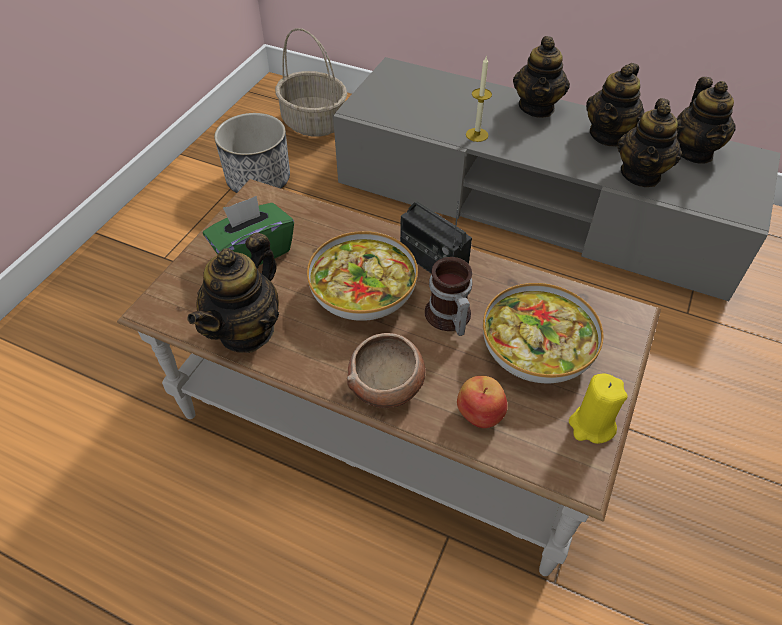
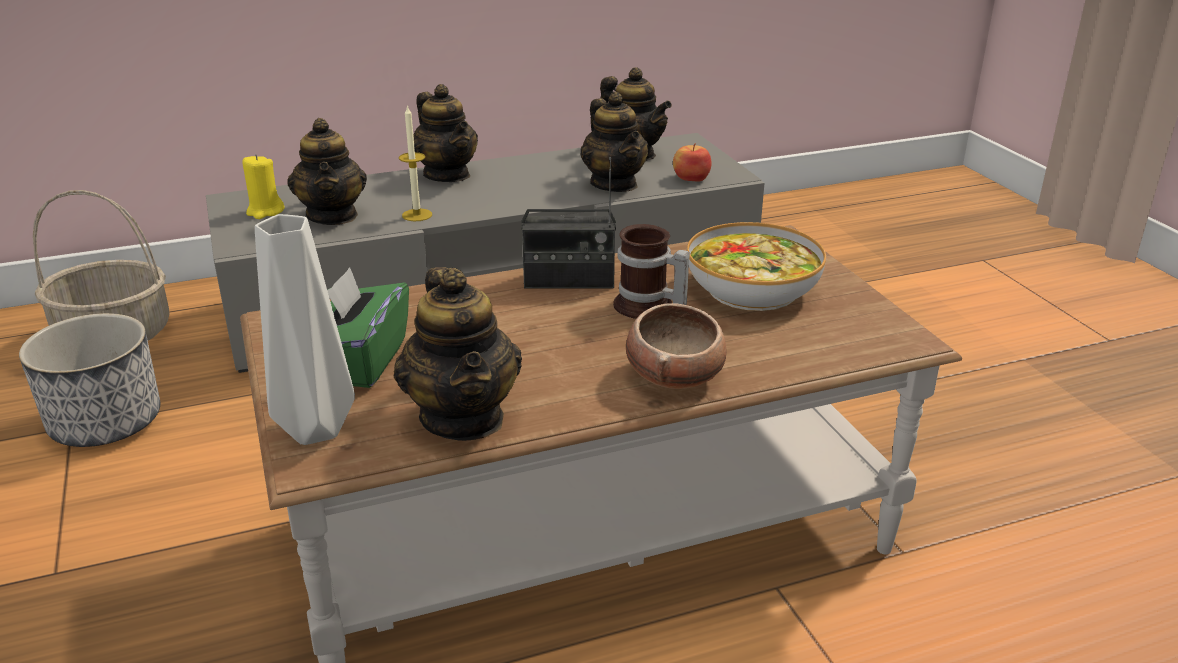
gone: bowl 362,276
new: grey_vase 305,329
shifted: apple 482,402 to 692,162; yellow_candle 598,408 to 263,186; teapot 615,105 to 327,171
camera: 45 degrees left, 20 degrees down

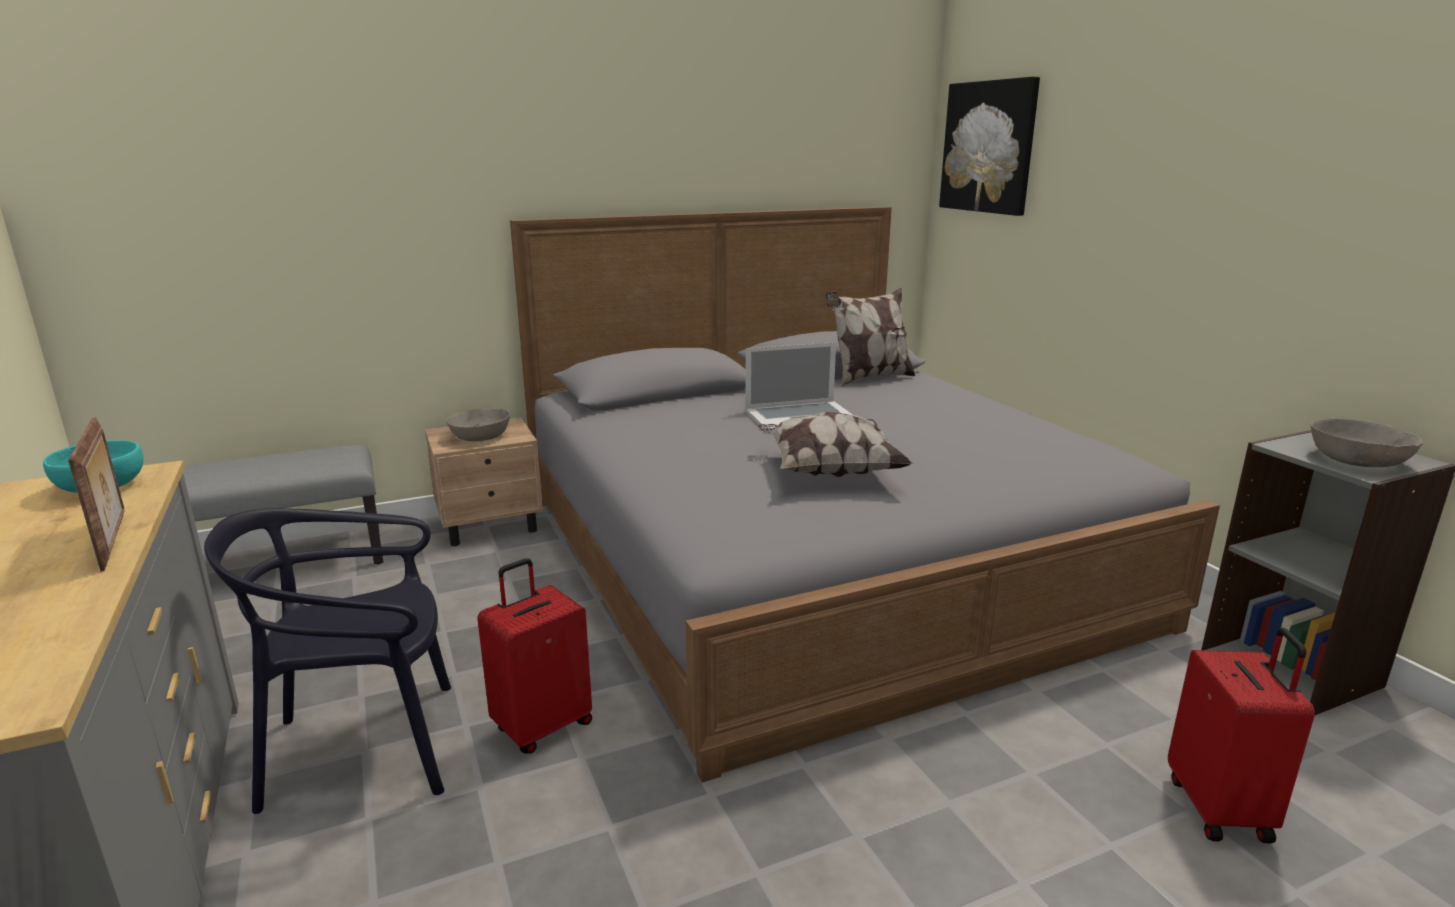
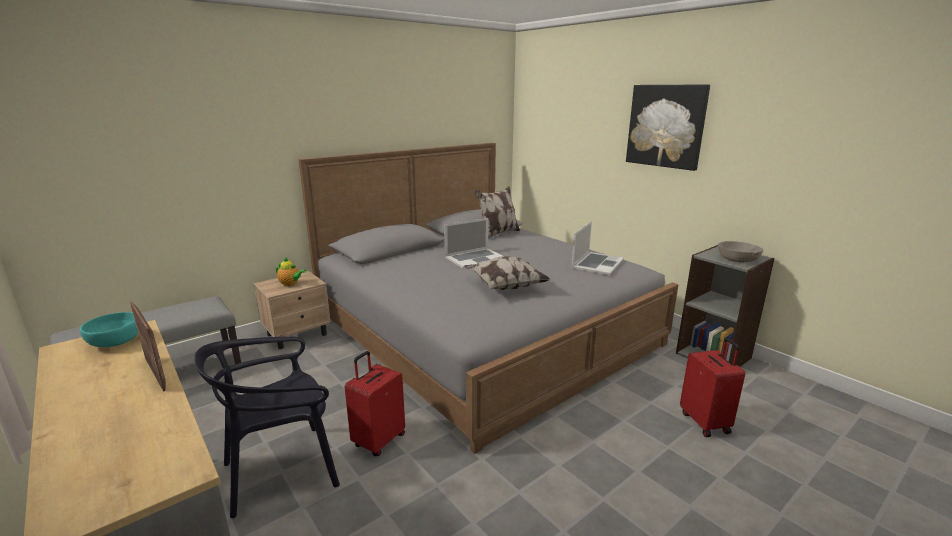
new: laptop 597,248
shifted: picture 989,146 to 668,127
swapped: grey_bowl 478,424 to teapot 291,271
camera: 15 degrees left, 0 degrees up

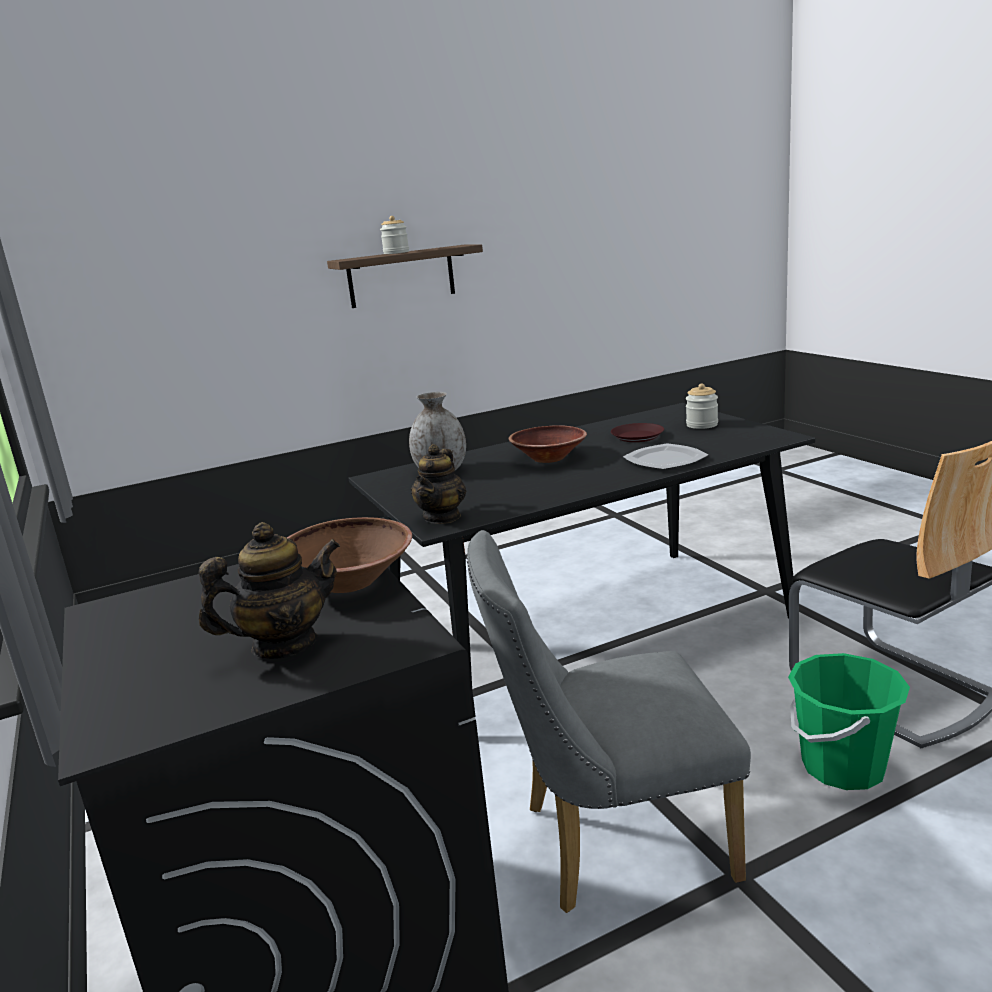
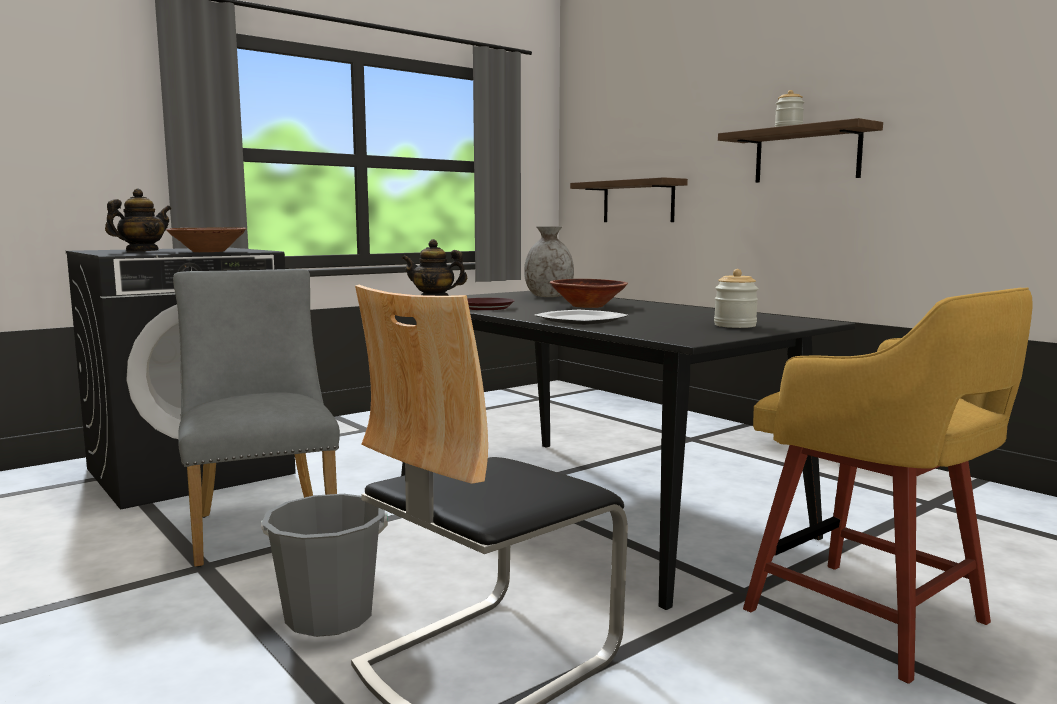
new: shelf 629,199; yellow_stool 888,485
shifted: brown_plate 637,432 to 491,304
repainted: green_bucket 849,721 to grey_bucket 324,565
rotated: teapot 269,590 = 138,220 105 degrees counterclockwise
camera: 75 degrees right, 10 degrees down

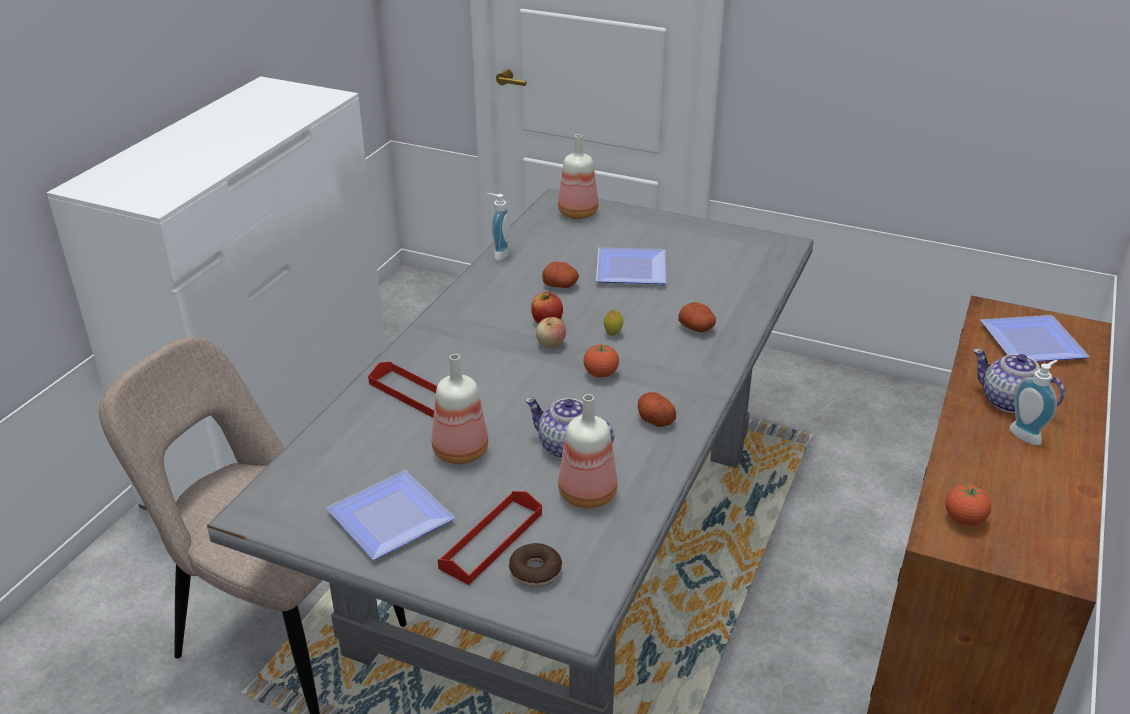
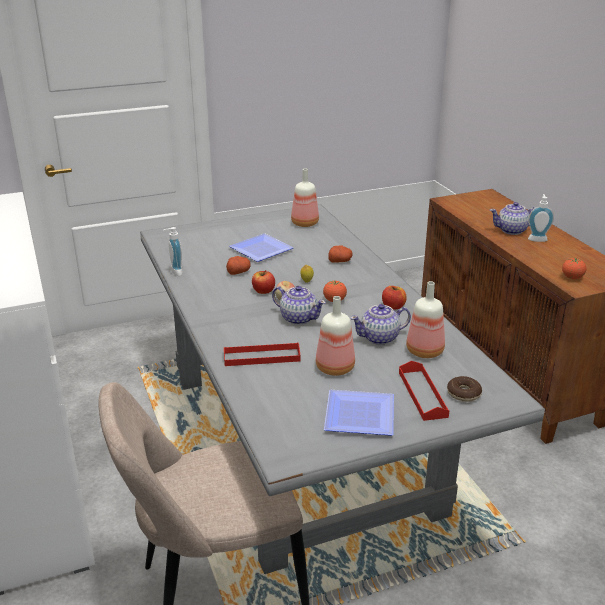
gone: plate 1035,338
new: teapot 299,305
shifted: bottle 578,176 to 305,197
swapped: potato 657,409 to apple 394,297
camera: 45 degrees left, 5 degrees down

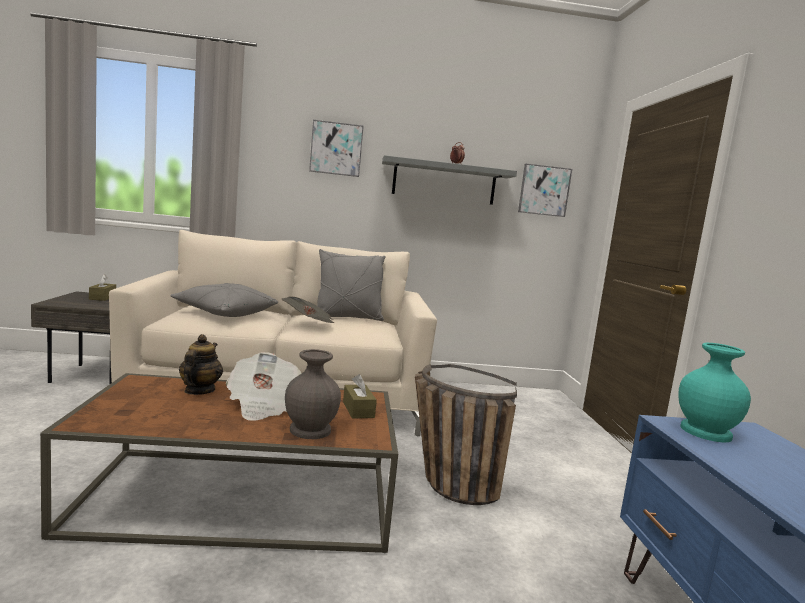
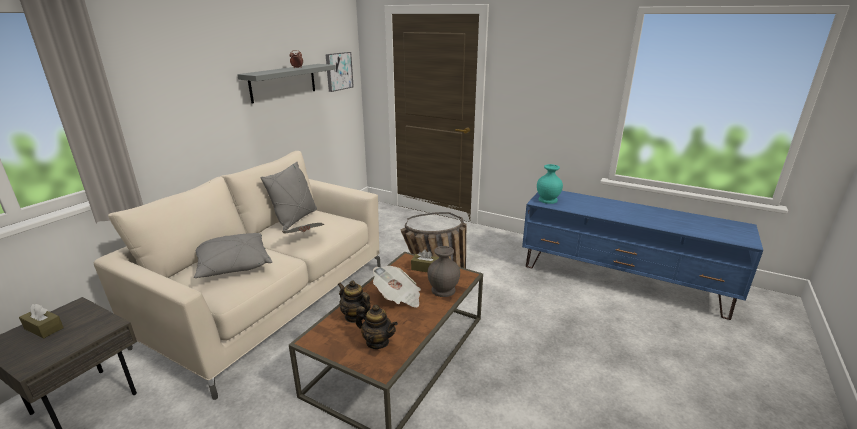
gone: picture 336,148
new: teapot 377,327
camera: 55 degrees left, 15 degrees up

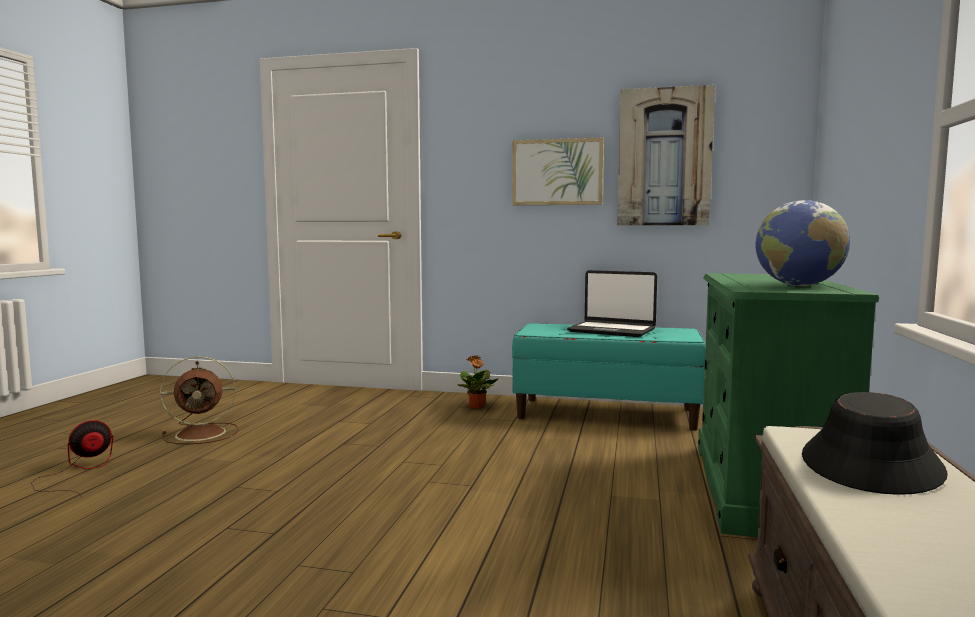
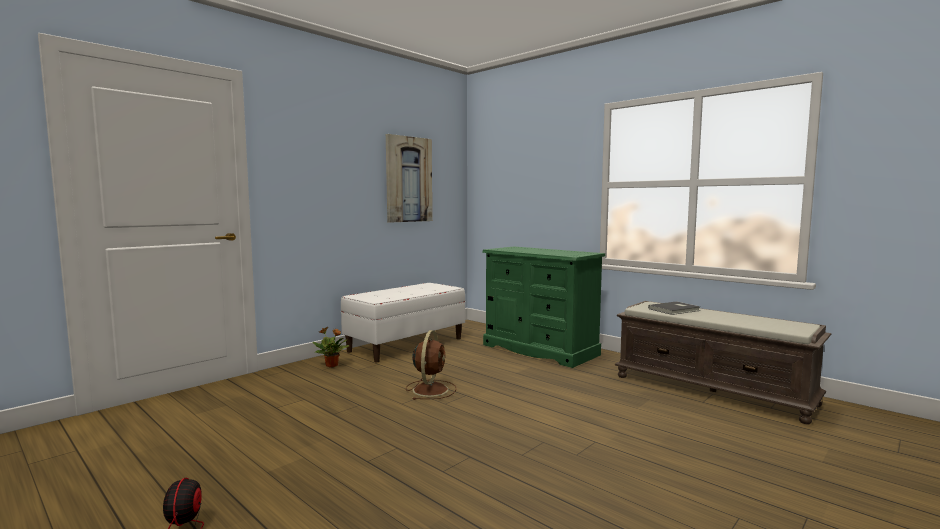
gone: picture 558,171; laptop 612,303; globe 803,243
shifted: brown_fan 199,400 to 431,365
swapped: black_hat 875,443 to grey_book 674,308
repainted: turquoise_bench 609,377 to white_bench 403,322
camera: 60 degrees left, 0 degrees up

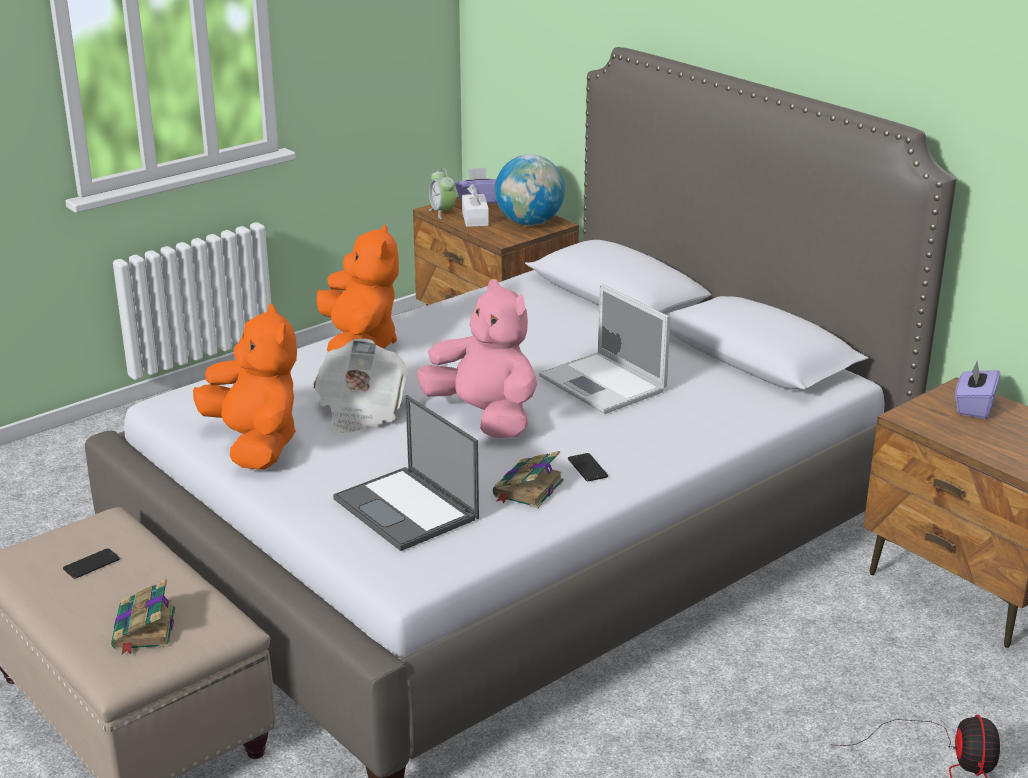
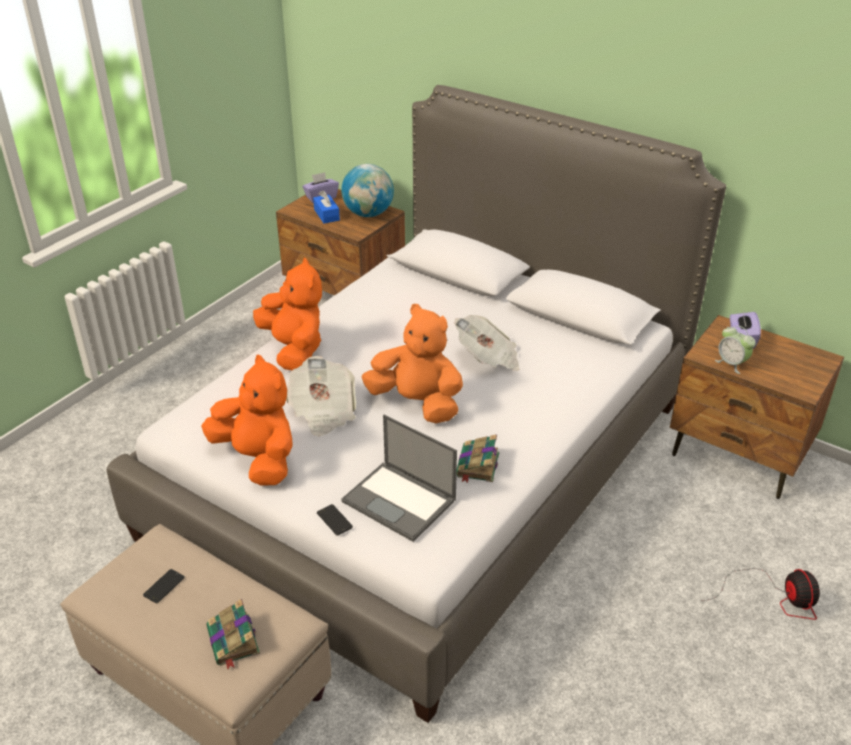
shifted: alarm_clock 442,193 to 735,350; phone 588,467 to 335,519
swapped: laptop 605,349 to newspaper 487,343
repainted: pink_plush_toy 477,358 to orange_plush_toy 412,363; white_tissue_box 475,205 to blue_tissue_box 326,207
camera: 15 degrees left, 10 degrees up

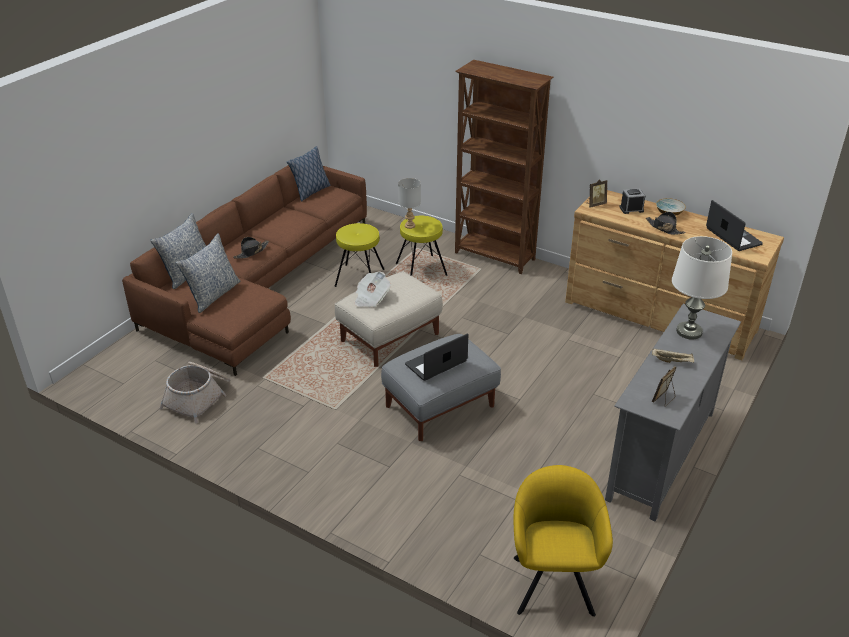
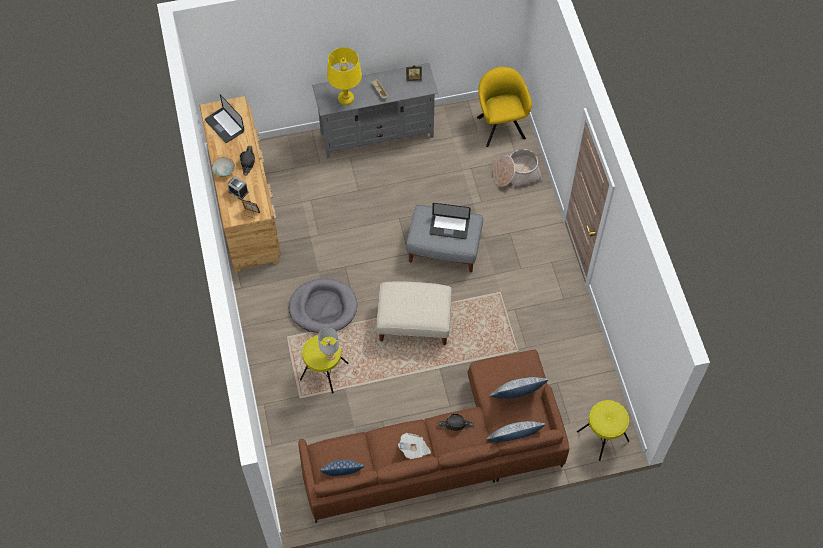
gone: brown_bookcase 504,167
new: grey_dog_bed 323,306
shifted: basket 194,392 to 518,169; yellow_stool 359,255 to 603,430; newspaper 372,289 to 414,446
repainted: white_table_lamp 702,288 to yellow_table_lamp 344,76
rotated: yellow_armchair 563,541 = 504,107 120 degrees clockwise; laptop 734,225 = 224,118 60 degrees counterclockwise
camera: 135 degrees left, 25 degrees up

